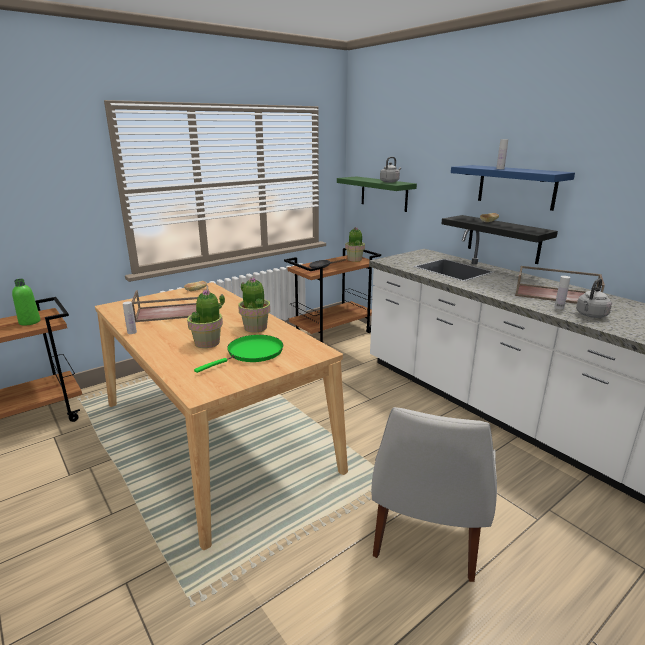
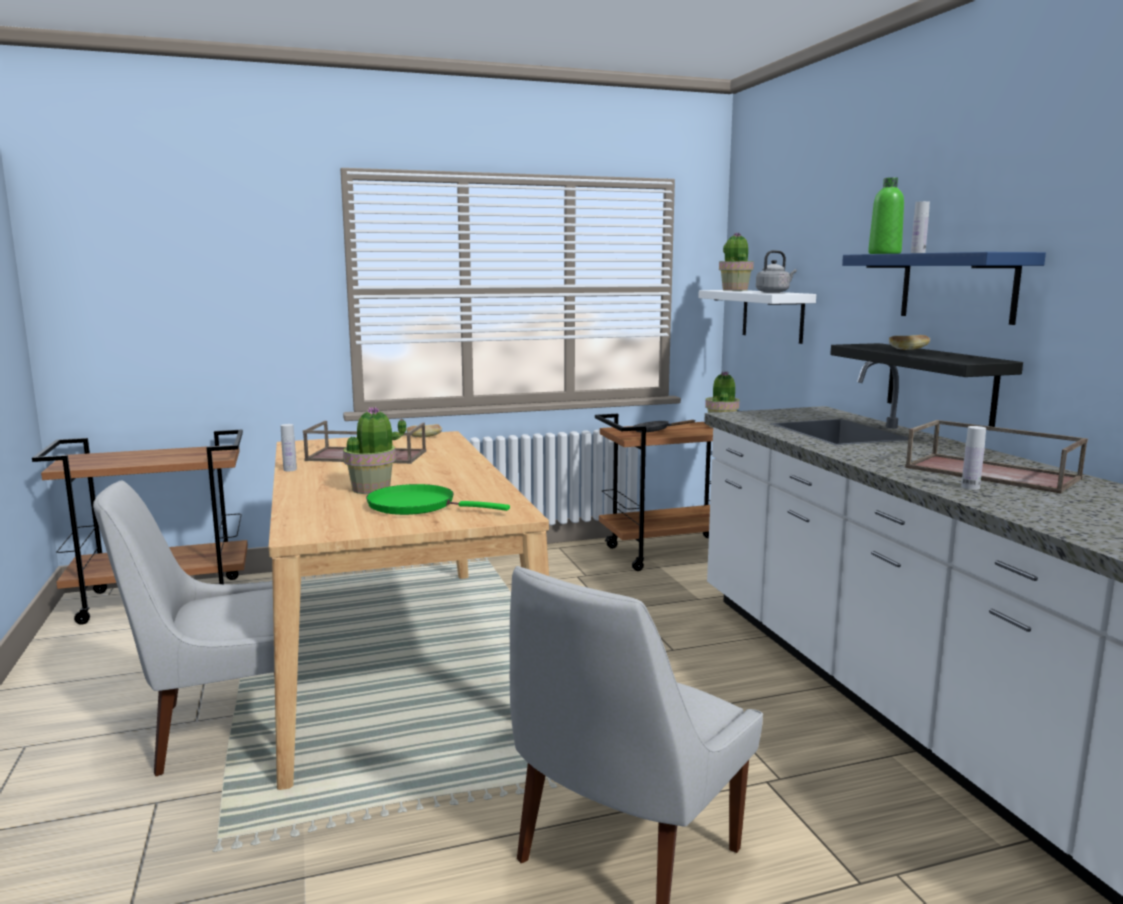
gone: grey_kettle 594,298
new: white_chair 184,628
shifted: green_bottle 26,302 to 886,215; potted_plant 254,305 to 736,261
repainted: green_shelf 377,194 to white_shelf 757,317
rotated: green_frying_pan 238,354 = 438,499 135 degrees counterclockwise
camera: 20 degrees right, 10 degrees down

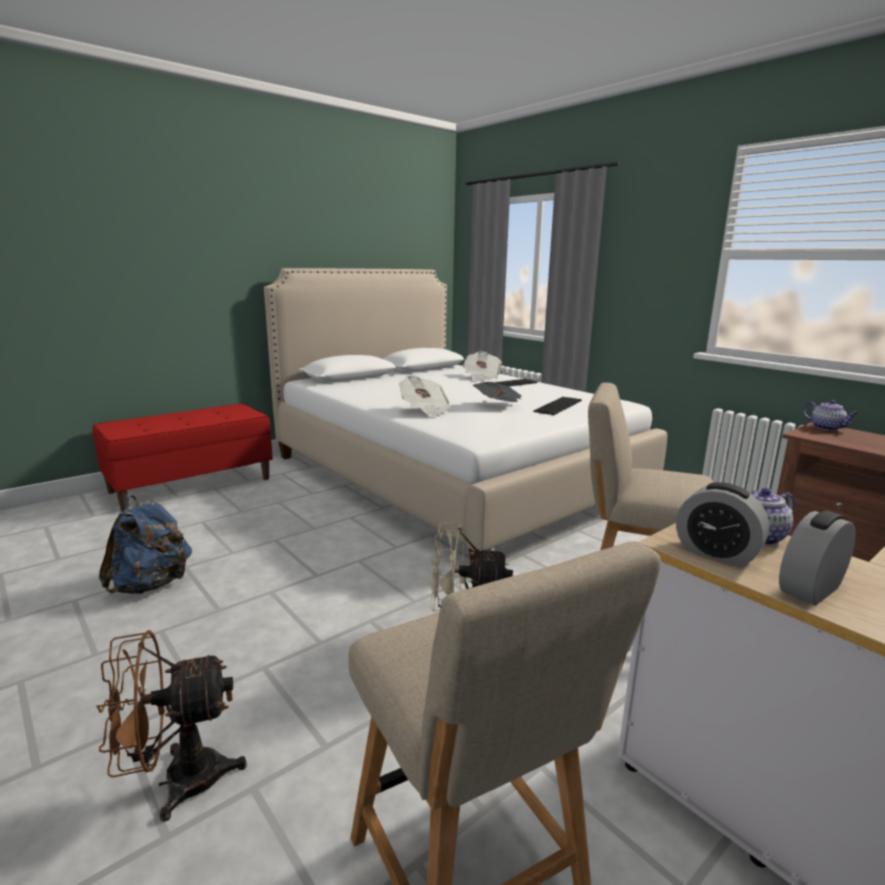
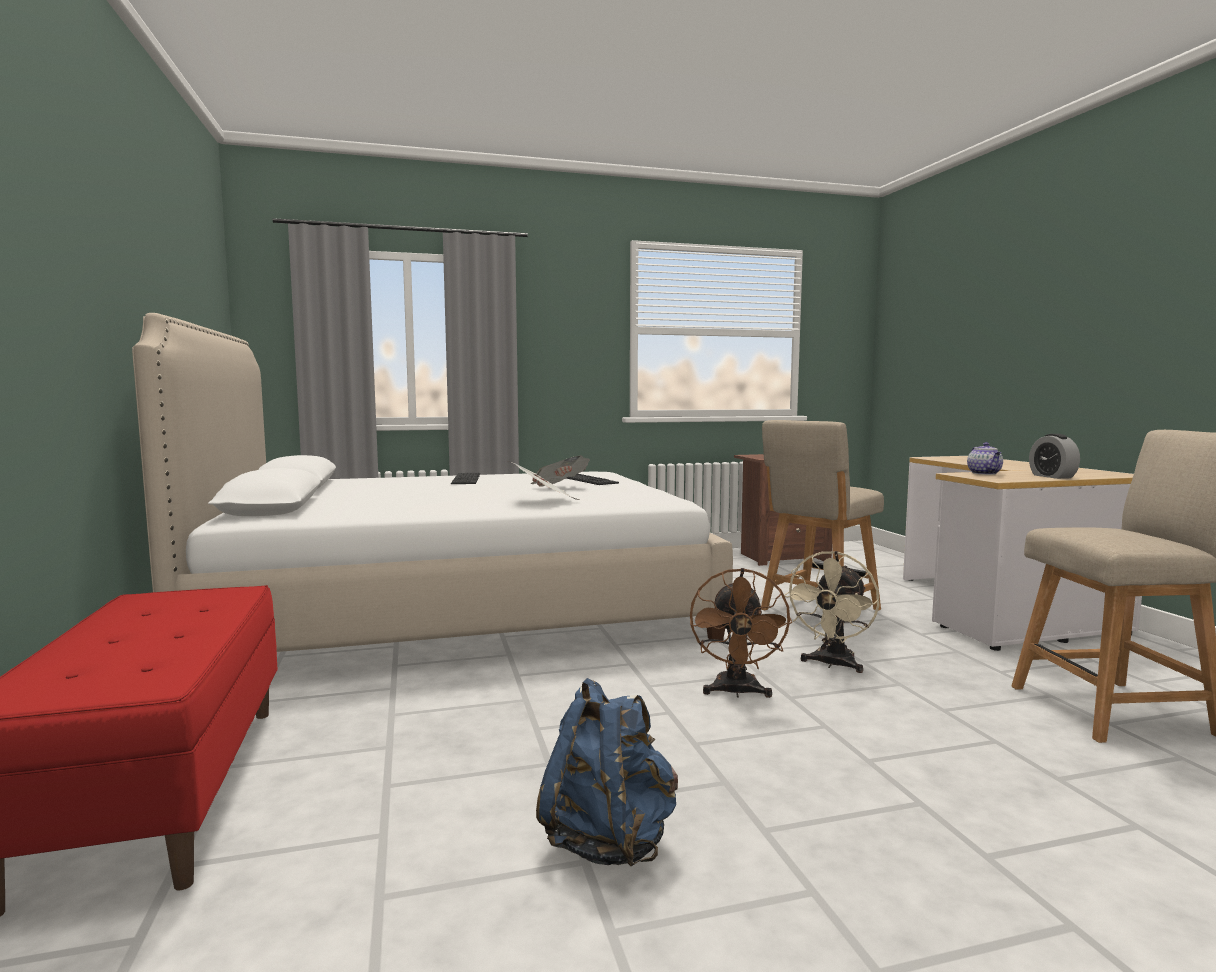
gone: newspaper 482,366; alarm_clock 723,524; teapot 831,415
shifted: brown_fan 171,726 to 741,633
camera: 65 degrees left, 10 degrees down

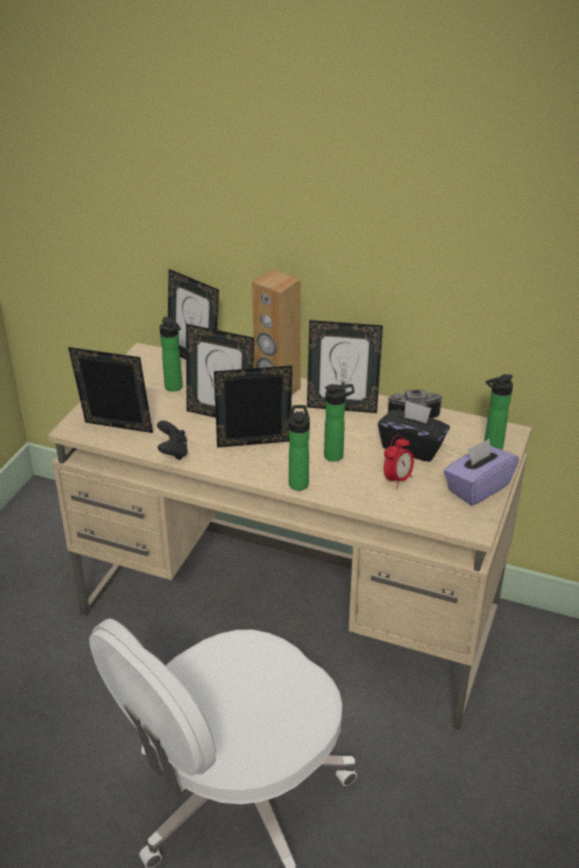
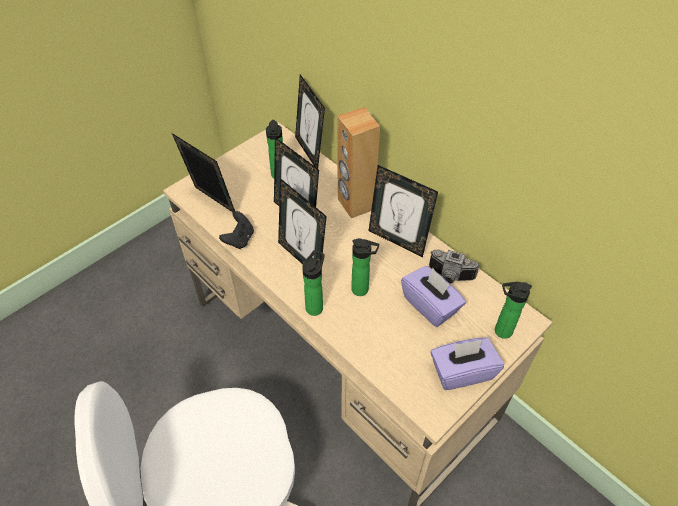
gone: alarm_clock 399,461
repainted: black_tissue_box 414,431 to purple_tissue_box 433,296
rotated: picture_frame 253,406 = 302,221 150 degrees counterclockwise
camera: 25 degrees right, 15 degrees up

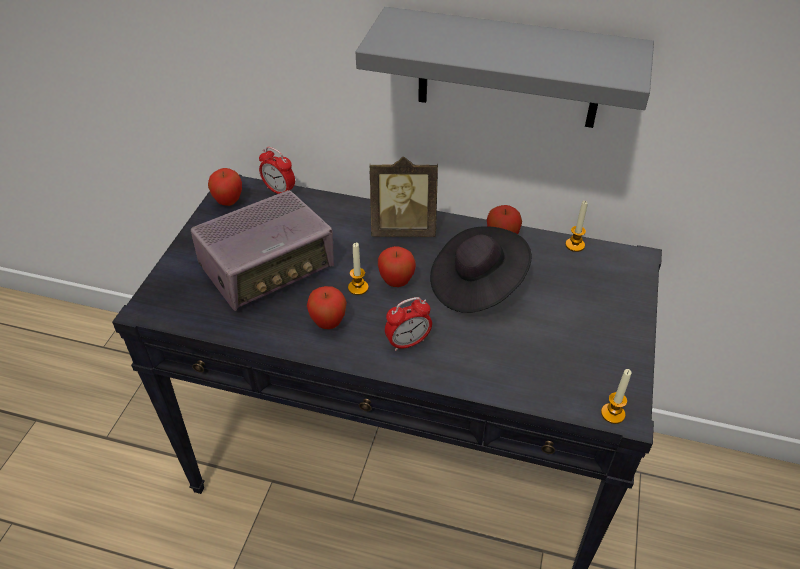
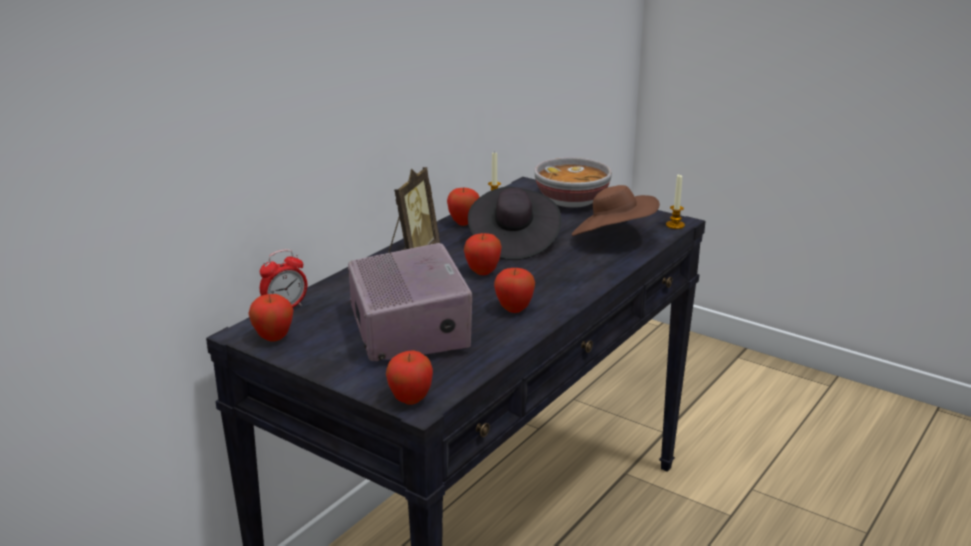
gone: candle 358,269; grey_shelf 505,67; alarm_clock 408,324
new: apple 409,377; bowl 573,182; brown_hat 616,210
camera: 70 degrees left, 20 degrees down

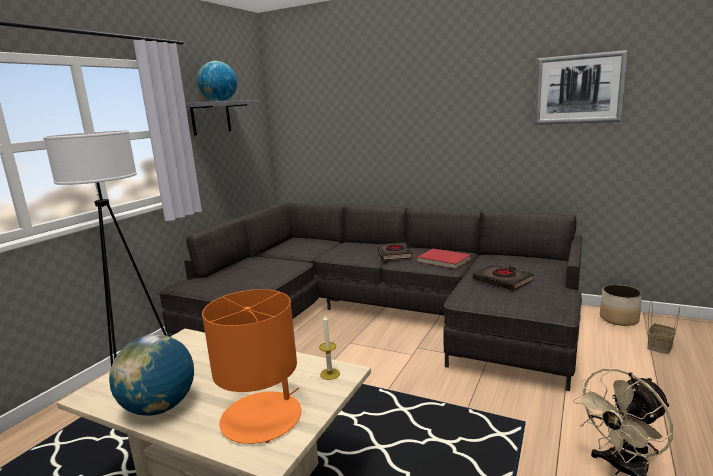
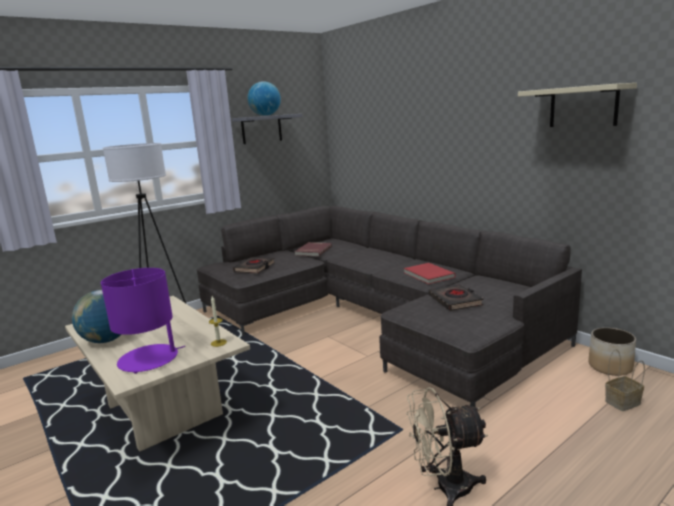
new: red_book 313,249
shifted: black_book 394,251 to 254,265
swapped: picture 581,87 to beige_shelf 577,105
repainted: orange_table_lamp 251,366 to purple_table_lamp 143,321
camera: 25 degrees right, 0 degrees up

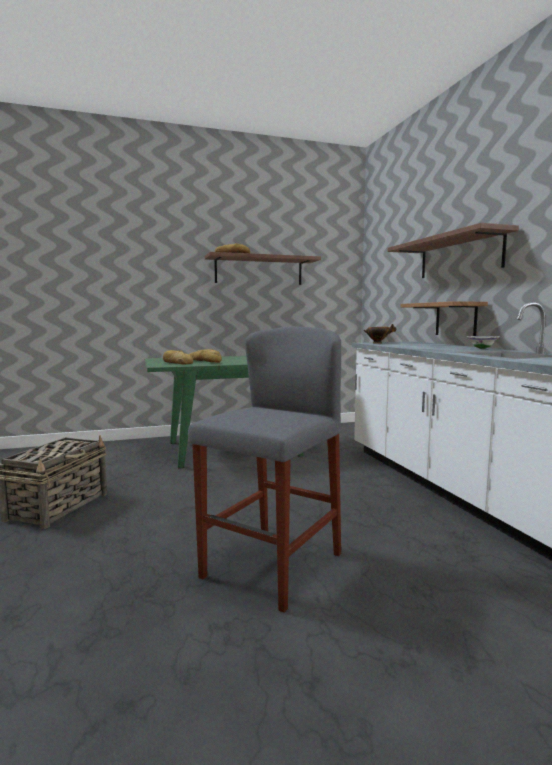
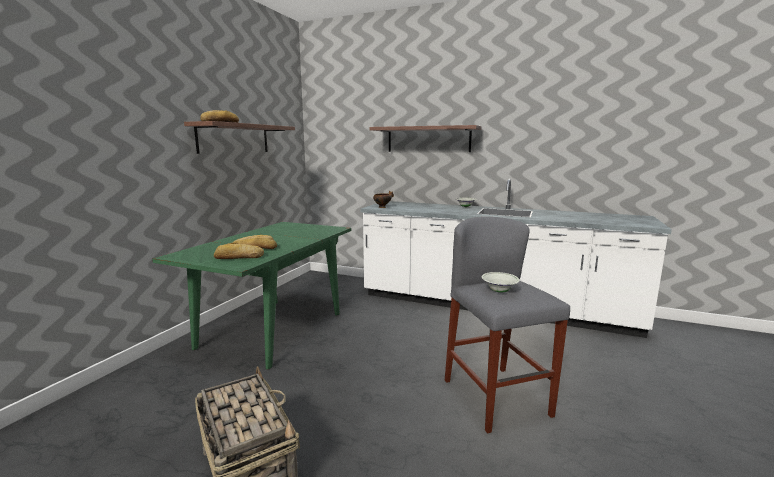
gone: shelf 444,318
new: white_bowl 501,282
camera: 50 degrees left, 5 degrees up

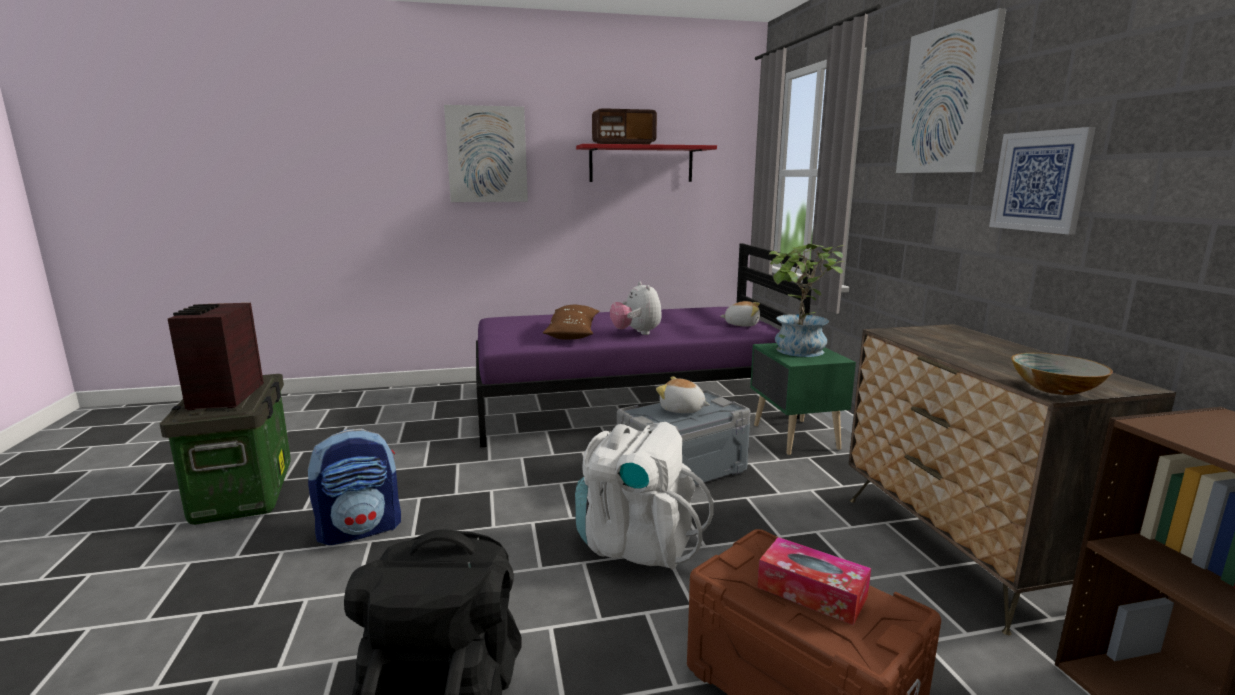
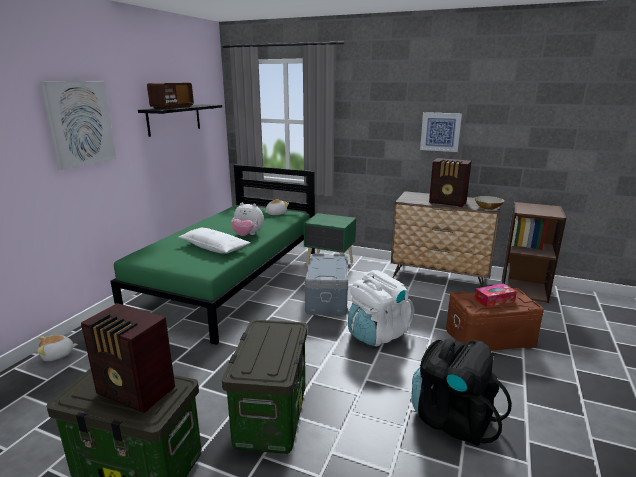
gone: potted_plant 806,300; picture 951,90
new: radio 450,182
shifted: plush_toy 683,394 to 57,348
swapped: backpack 354,487 to storage_box 265,387
repainted: purple_bed 645,345 to green_bed 213,255; brown_pillow 571,322 to white_pillow 214,241; red_shelf 646,163 to black_shelf 180,120
camera: 55 degrees left, 5 degrees up

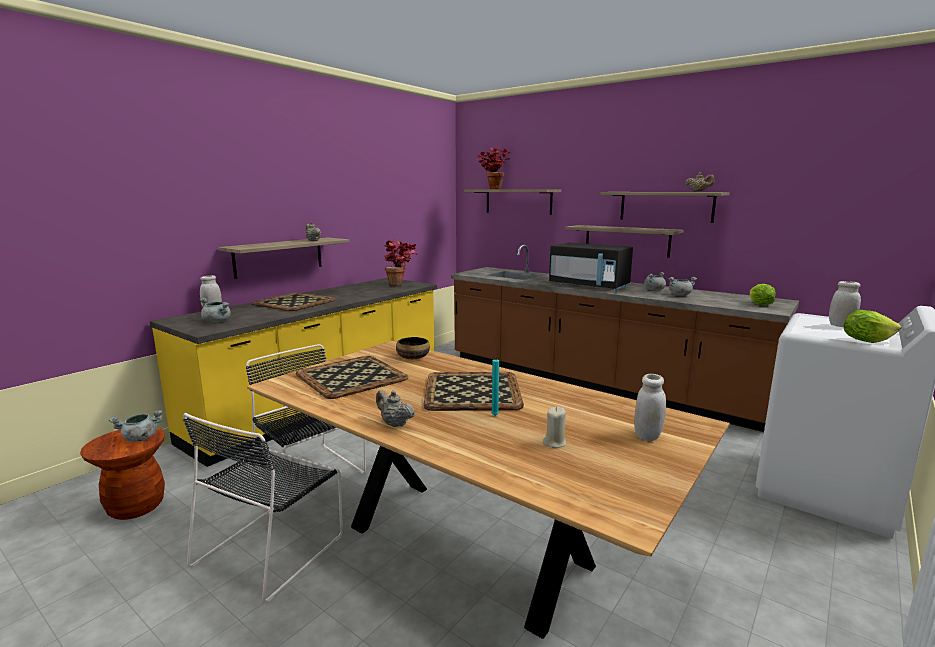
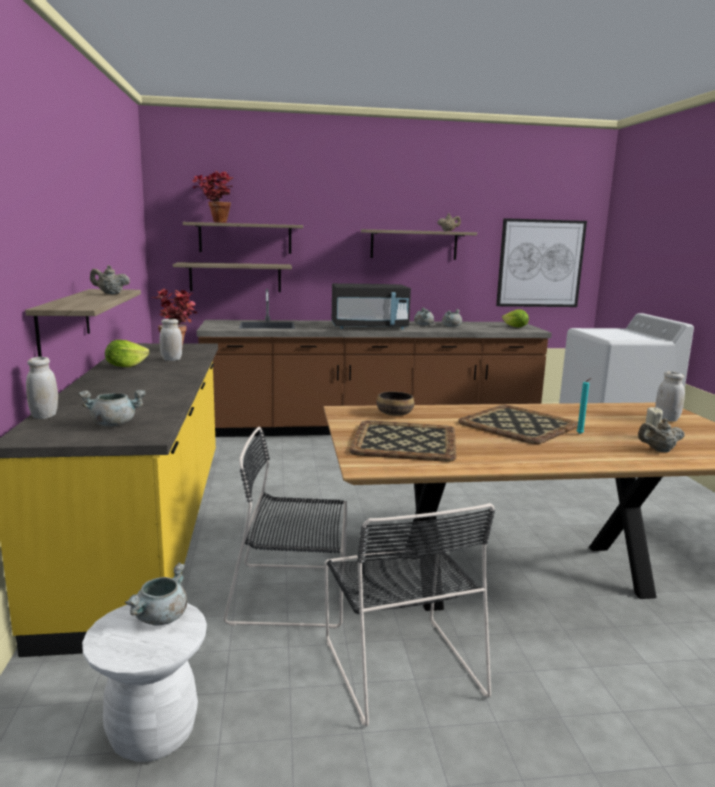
gone: tray 294,302
new: picture 541,262
shifted: beige_teapot 395,408 to 661,435; shelf 624,241 to 232,277; white_jar 845,304 to 170,340; lettuce 872,326 to 127,353
repainted: brown_stool 122,474 to white_stool 144,682
camera: 45 degrees left, 0 degrees up

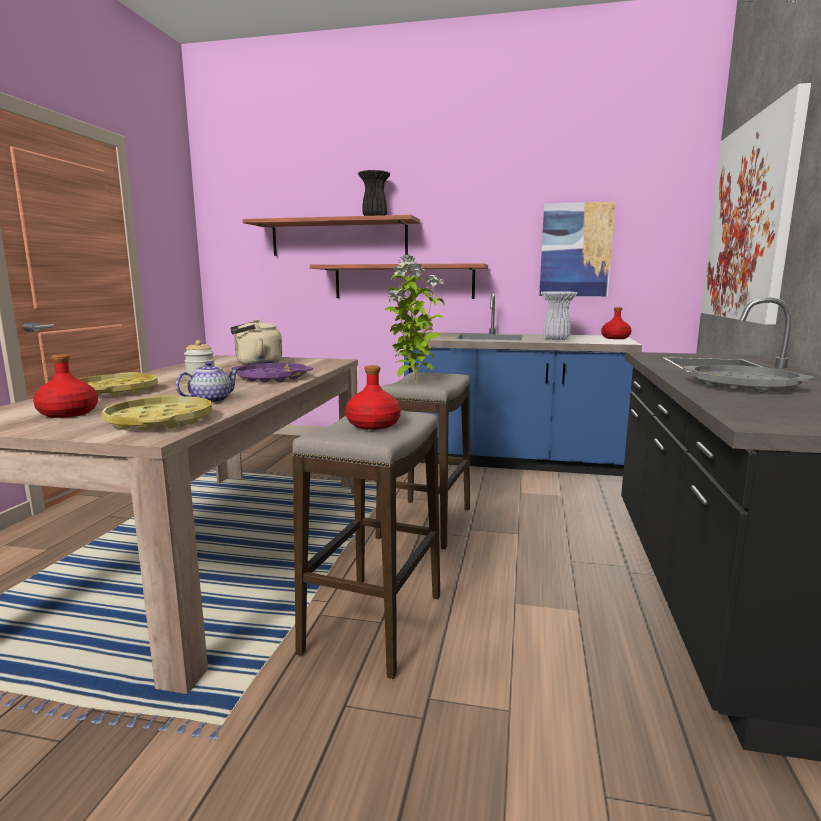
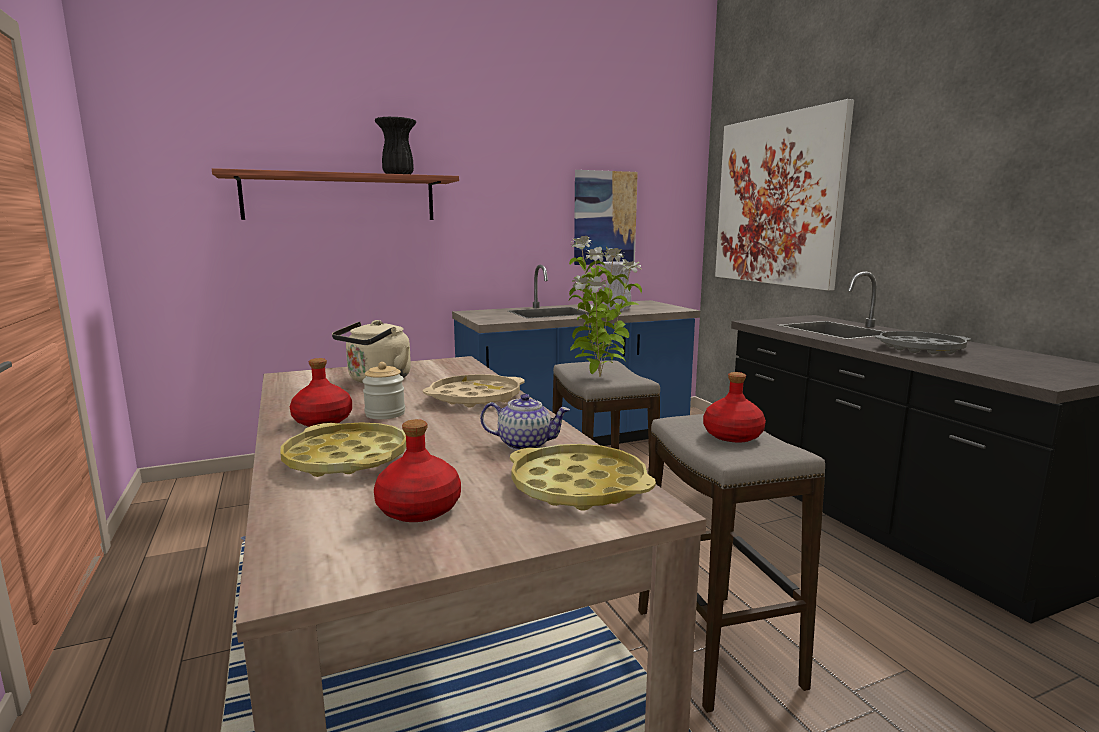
gone: shelf 399,281
shifted: red_bottle 616,323 to 321,392
repainted: purple_tray 272,373 to beige_tray 474,391
rotated: teapot 207,382 = 525,422 90 degrees clockwise
camera: 35 degrees left, 0 degrees up

